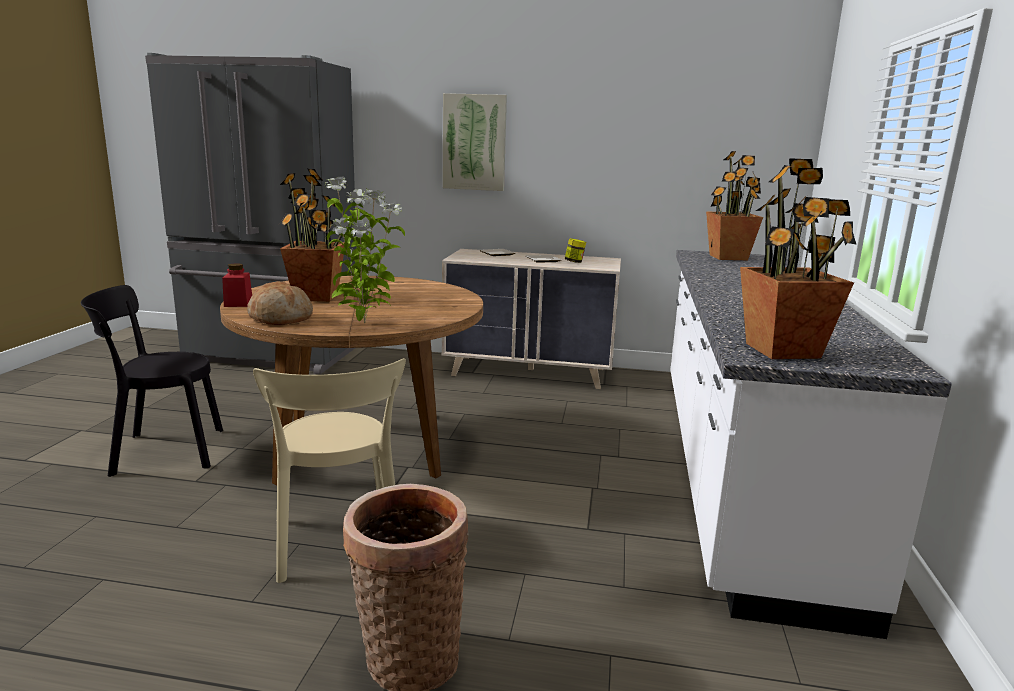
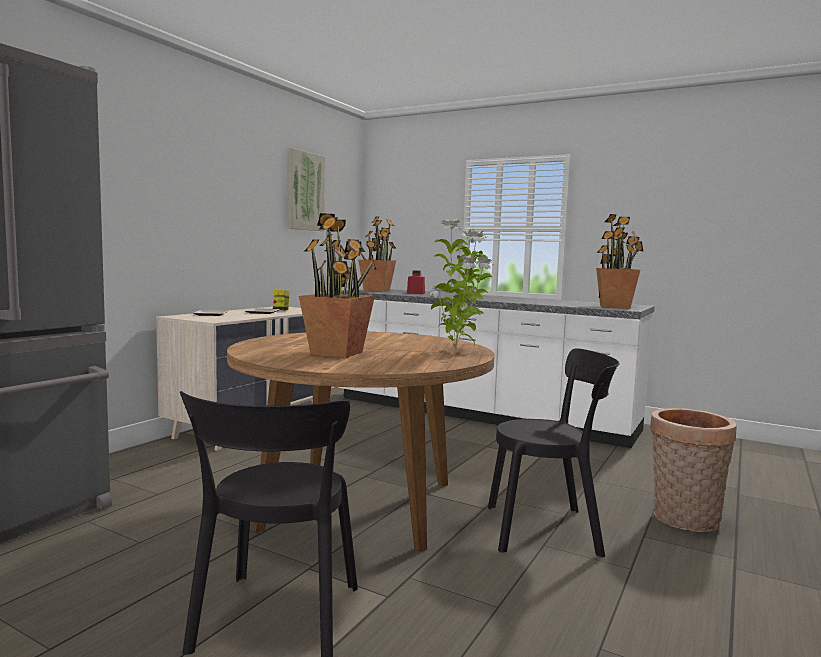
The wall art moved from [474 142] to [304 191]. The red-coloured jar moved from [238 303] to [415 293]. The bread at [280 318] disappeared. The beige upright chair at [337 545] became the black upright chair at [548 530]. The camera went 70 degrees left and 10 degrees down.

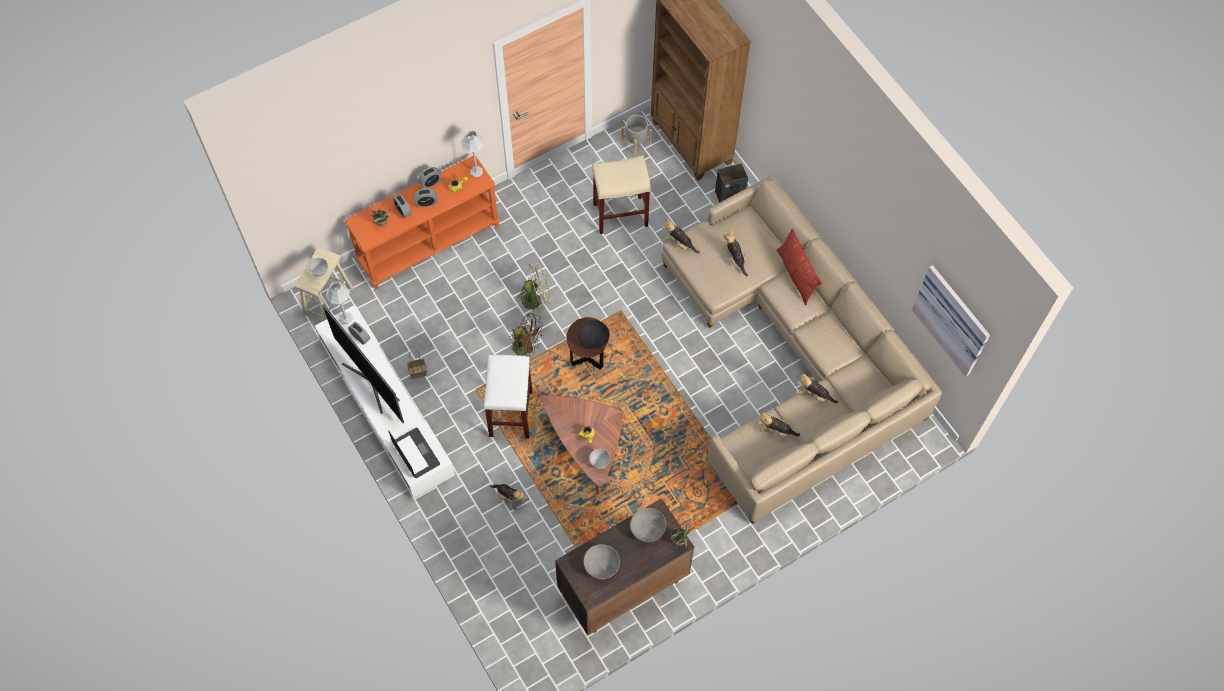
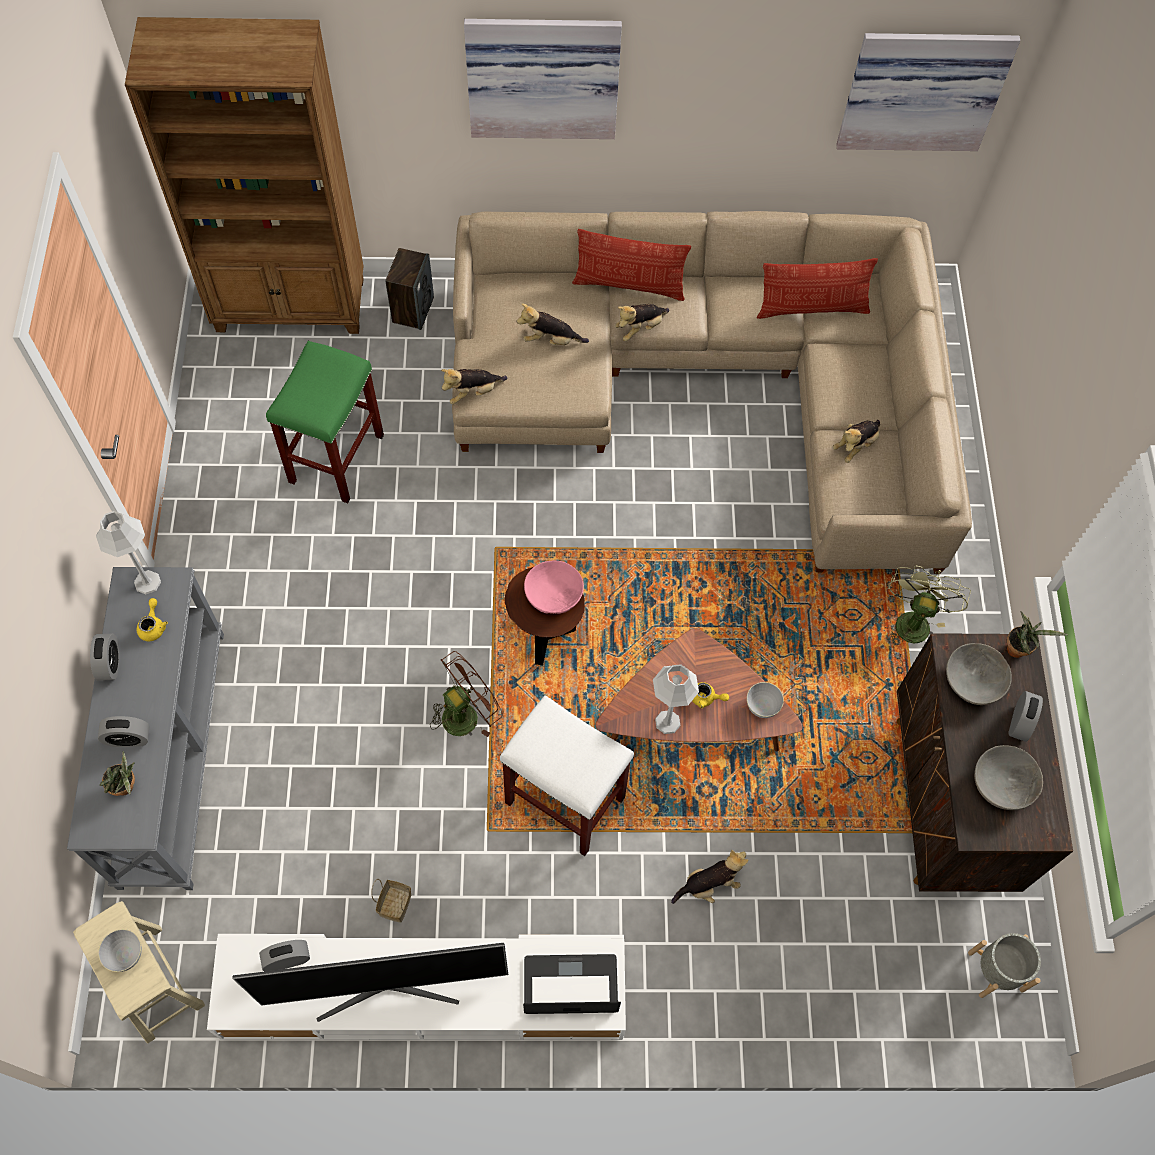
The gray plant pot moved from [636 142] to [996 971]. The orange console table at [428 242] became the gray console table at [171 755]. The beige stool at [621 214] became the green-coloured stool at [336 457]. The bedside clock moved from [426 203] to [1019 722]. The green-coloured fan moved from [535 299] to [912 620]. The gray tabletop lamp moved from [346 318] to [667 721]. The black deep dish at [593 339] became the pink deep dish at [554 594]. The plush toy moved from [815 395] to [640 328]. The wall art at [543 75] appeared. The pillow at [812 308] appeared. The camera went 60 degrees left and 0 degrees up.

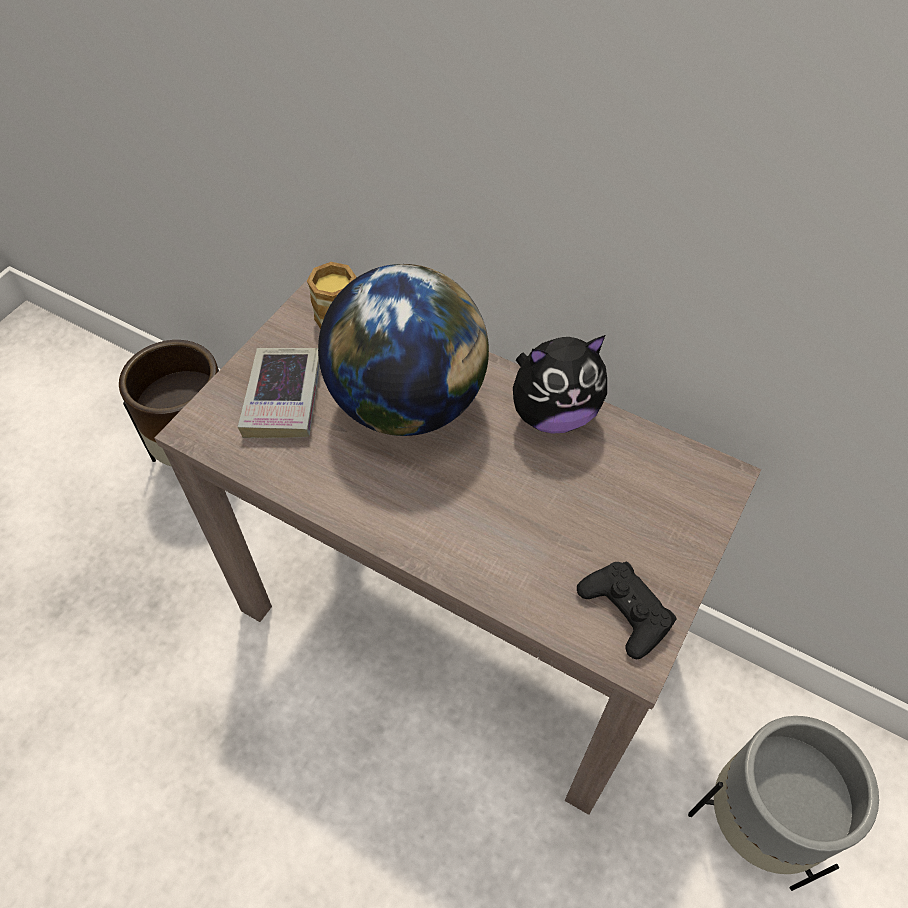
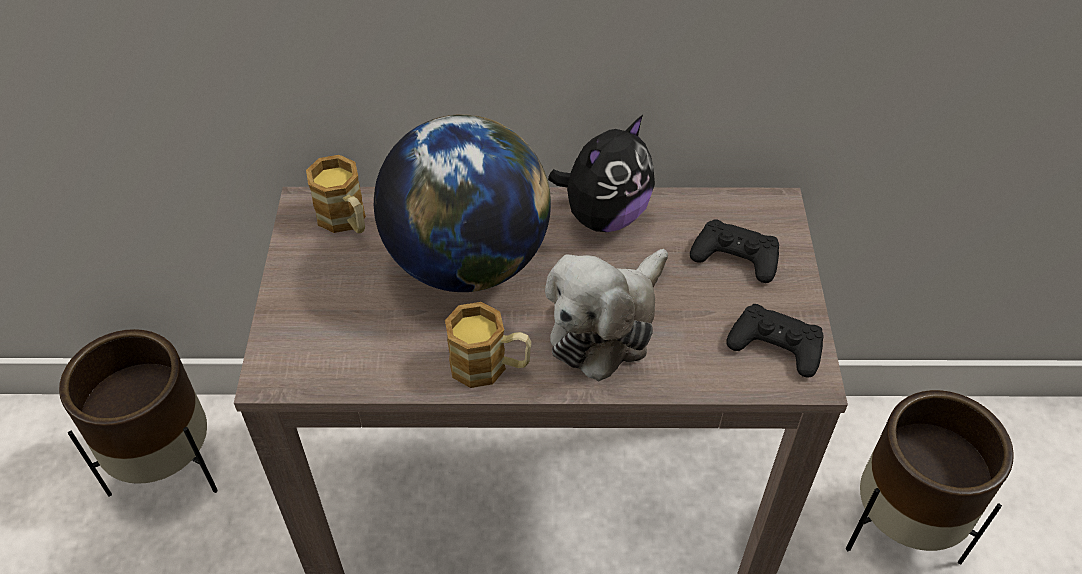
The book at [284 398] disappeared. The gray plant pot at [754 825] became the brown-coloured plant pot at [901 528]. The black gamepad at [735 257] appeared. The plush toy at [606 325] appeared. The tea mug at [490 366] appeared. The camera went 30 degrees left and 5 degrees down.

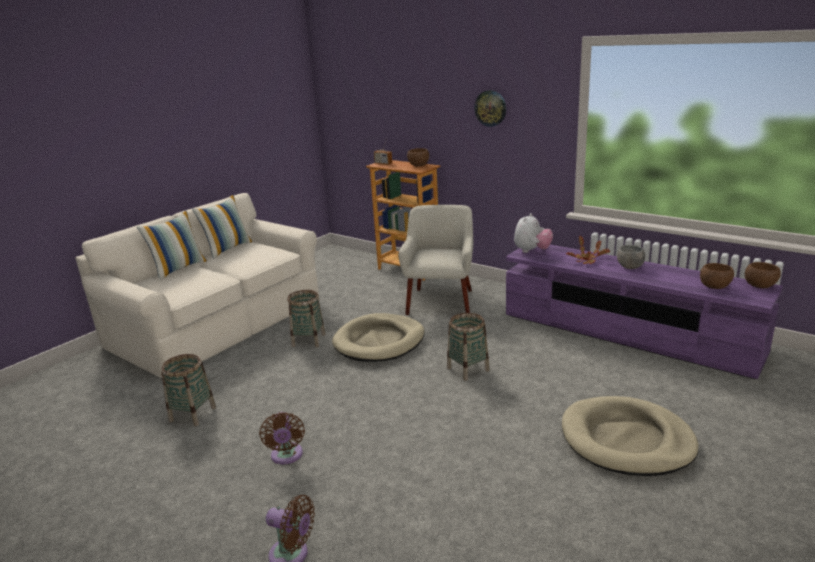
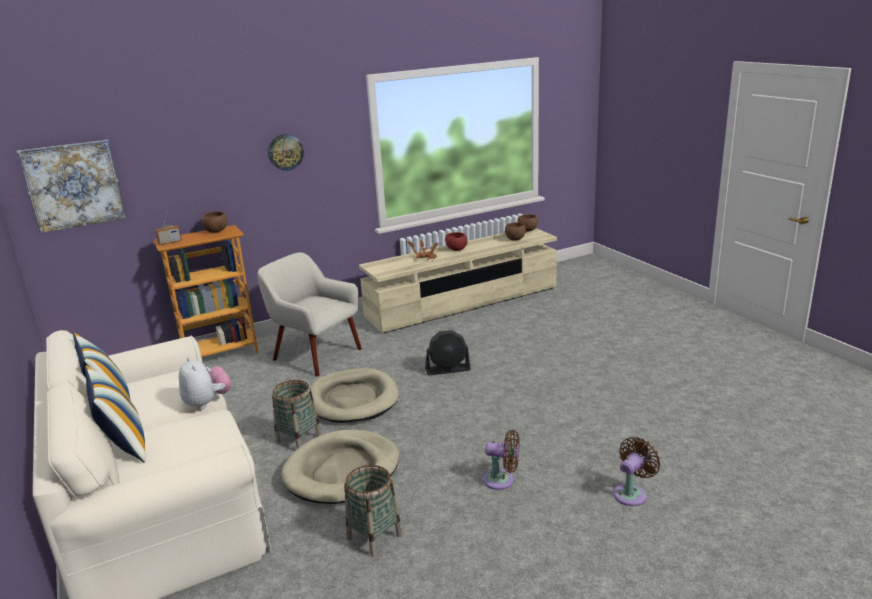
The plush toy moved from [532 251] to [207 403]. The purple tv unit at [626 333] became the beige tv unit at [463 302]. The gray deep dish at [630 267] became the red-coloured deep dish at [457 249]. The basket at [468 369] was replaced by the black fan at [448 369]. The beige dog bed moved from [626 440] to [342 471]. The wall art at [73 185] appeared. The camera went 65 degrees left and 0 degrees up.

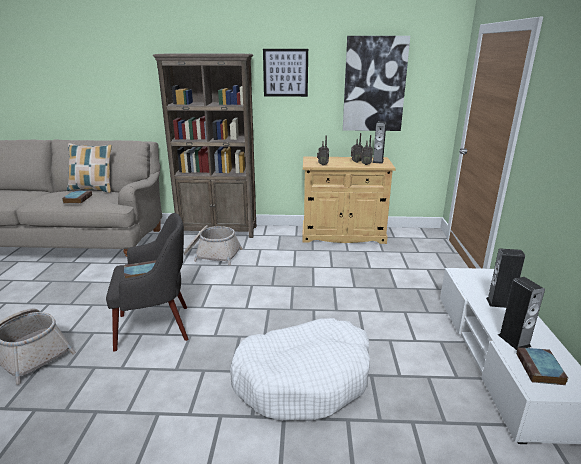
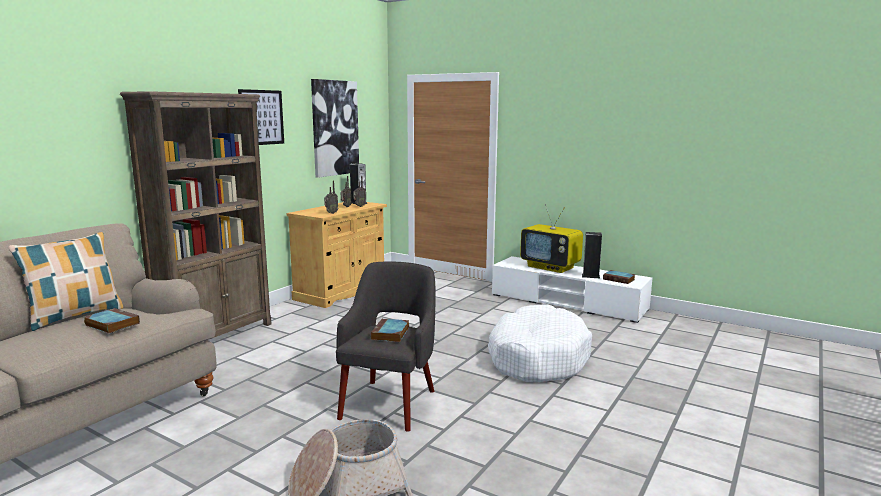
The basket at [212 254] disappeared. The speaker at [499 303] was replaced by the television at [551 267]. The camera went 60 degrees left and 10 degrees down.

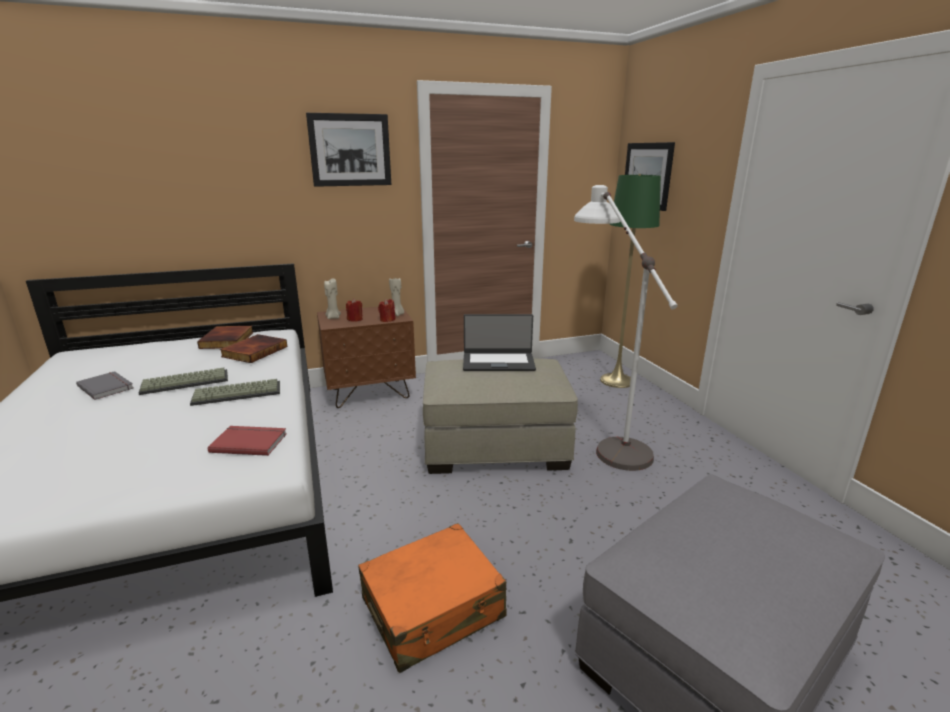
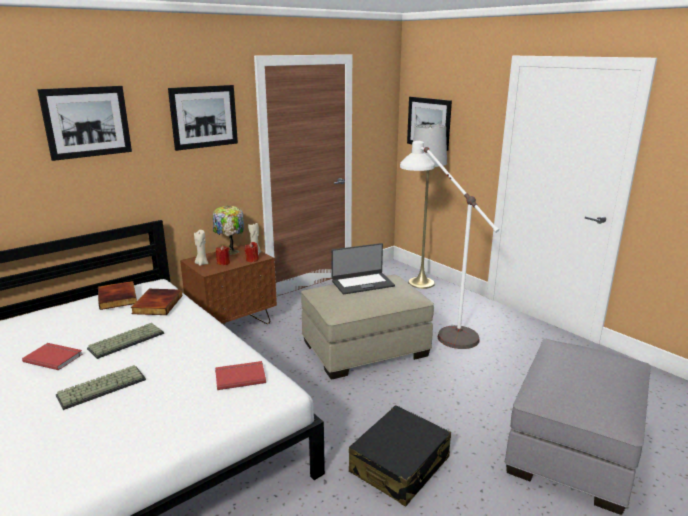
The green-coloured floor lamp at [617 381] became the gray floor lamp at [421 283]. The gray book at [107 386] became the red-coloured book at [54 357]. The keyboard moved from [238 393] to [102 387]. The orange piece of luggage at [433 609] became the black piece of luggage at [400 465]. The wall art at [87 122] appeared. The tabletop lamp at [231 252] appeared. The camera went 20 degrees left and 0 degrees up.

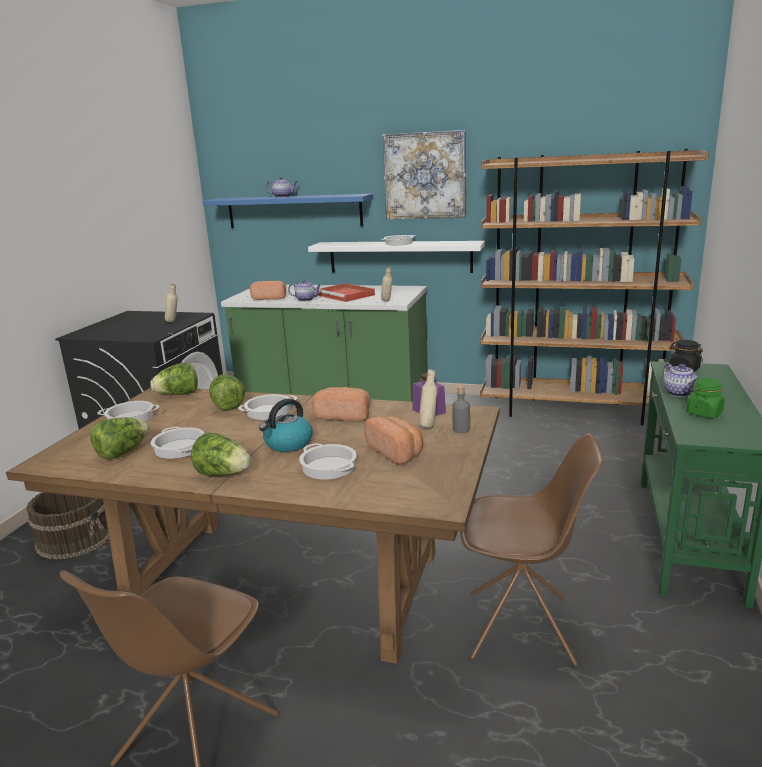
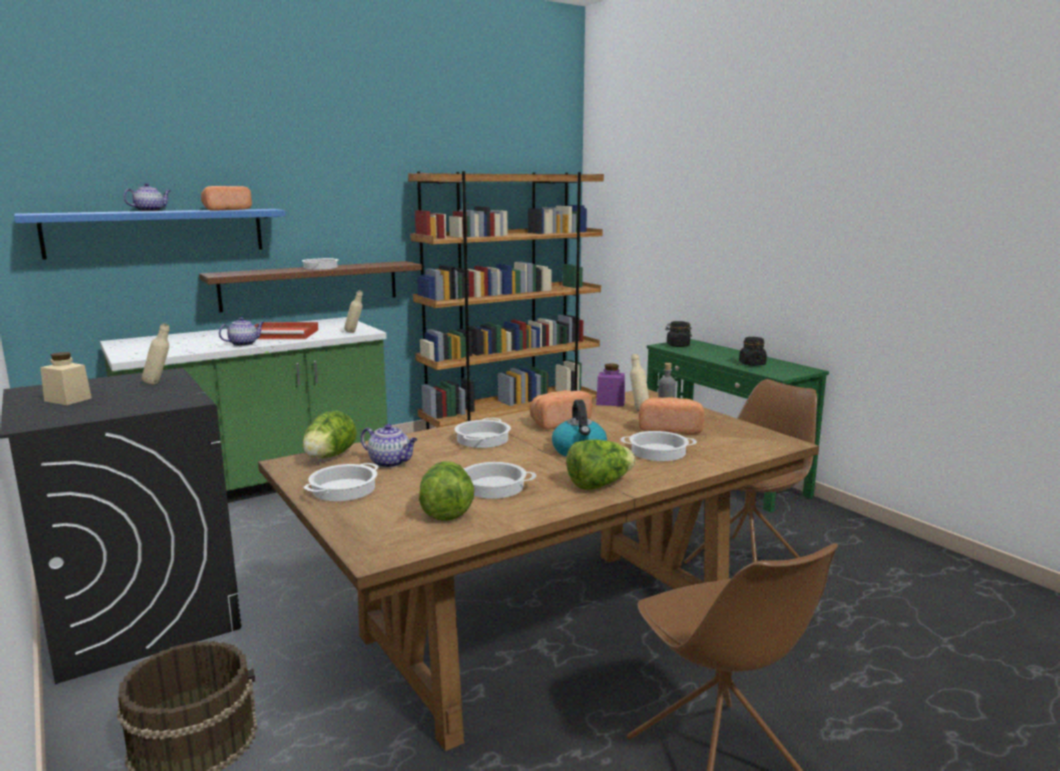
The wall art at [425 176] disappeared. The white shelf at [399 257] became the brown-coloured shelf at [311 285]. The bread moved from [270 298] to [225 210]. The tea pot moved from [679 393] to [391 463]. The head of lettuce at [227 405] disappeared. The green-coloured jar at [704 413] became the black jar at [752 364]. The beige jar at [68 399] appeared. The camera went 50 degrees left and 5 degrees down.

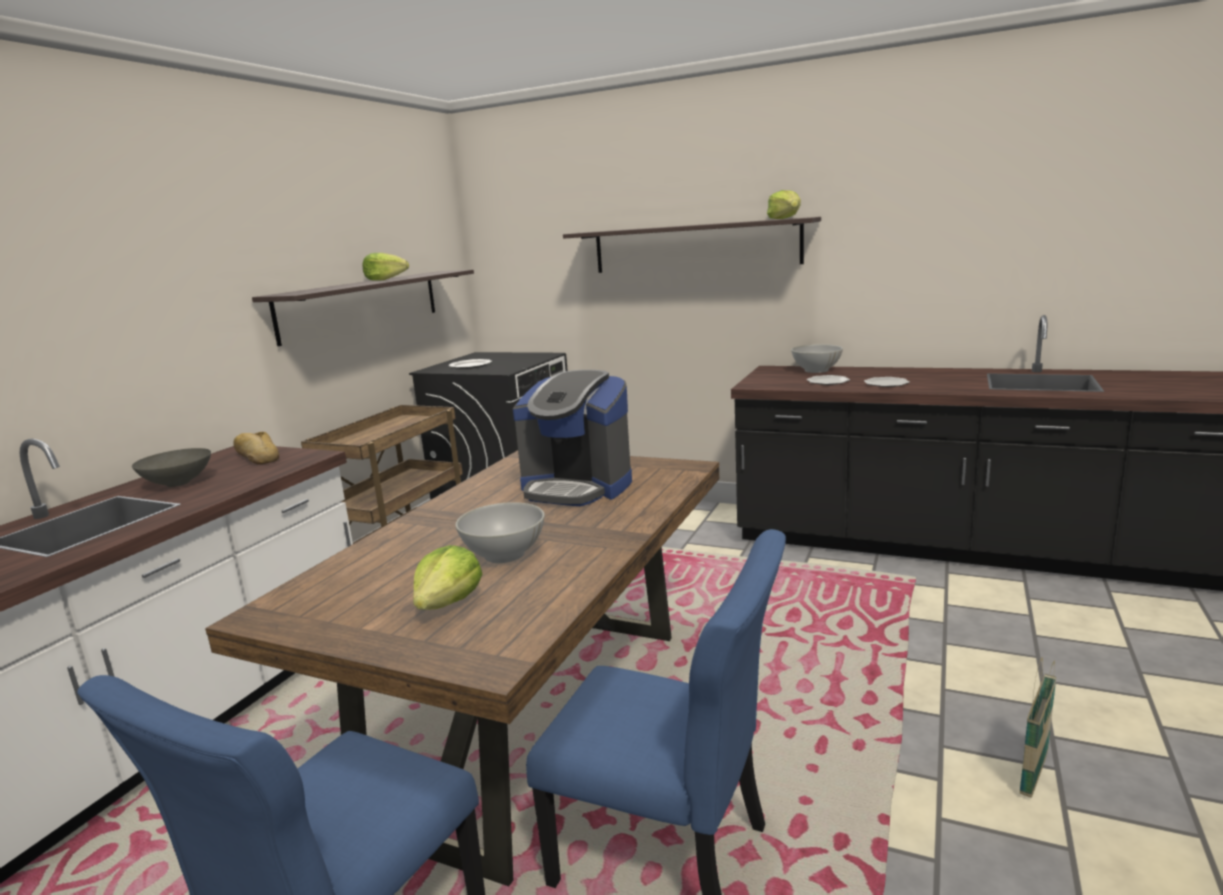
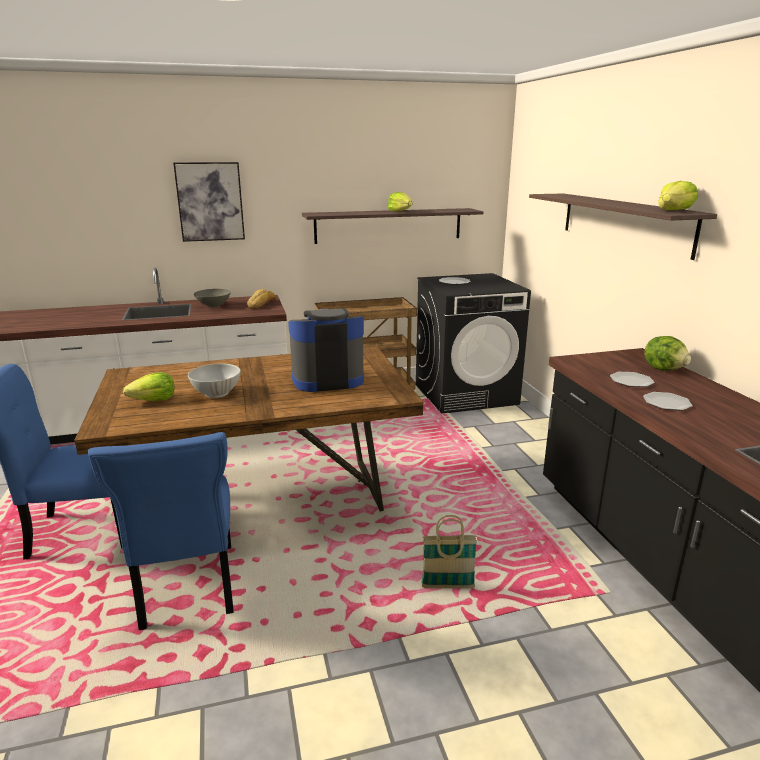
The white deep dish at [816 370] was replaced by the head of lettuce at [664 369]. The coffee maker at [576 487] turned 90 degrees clockwise. The basket moved from [1033 774] to [447 586]. The wall art at [210 202] appeared. The camera went 50 degrees right and 5 degrees up.

